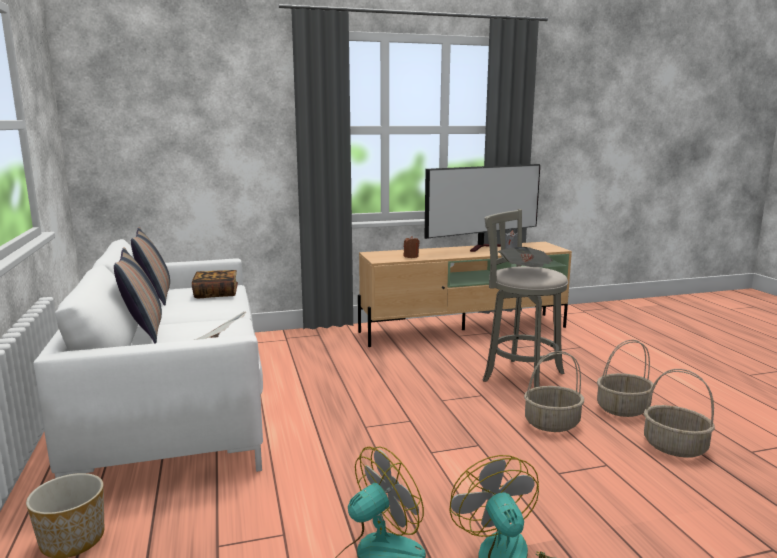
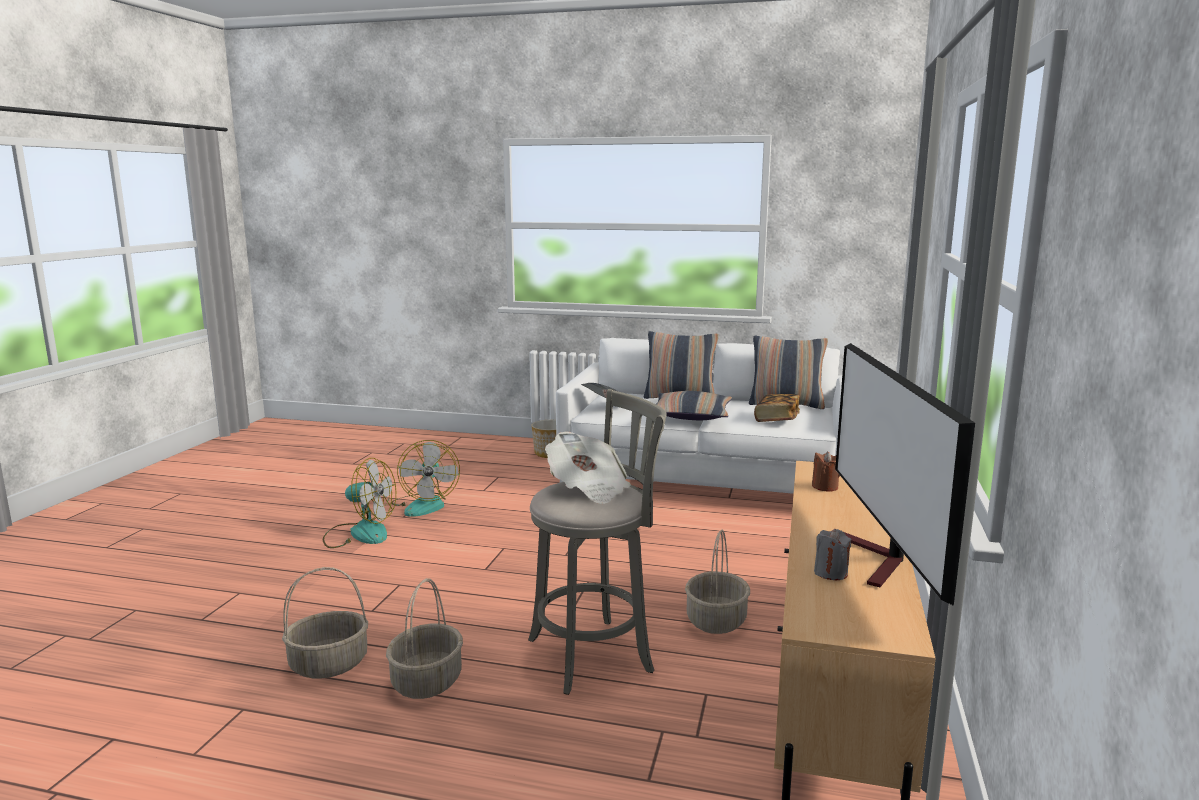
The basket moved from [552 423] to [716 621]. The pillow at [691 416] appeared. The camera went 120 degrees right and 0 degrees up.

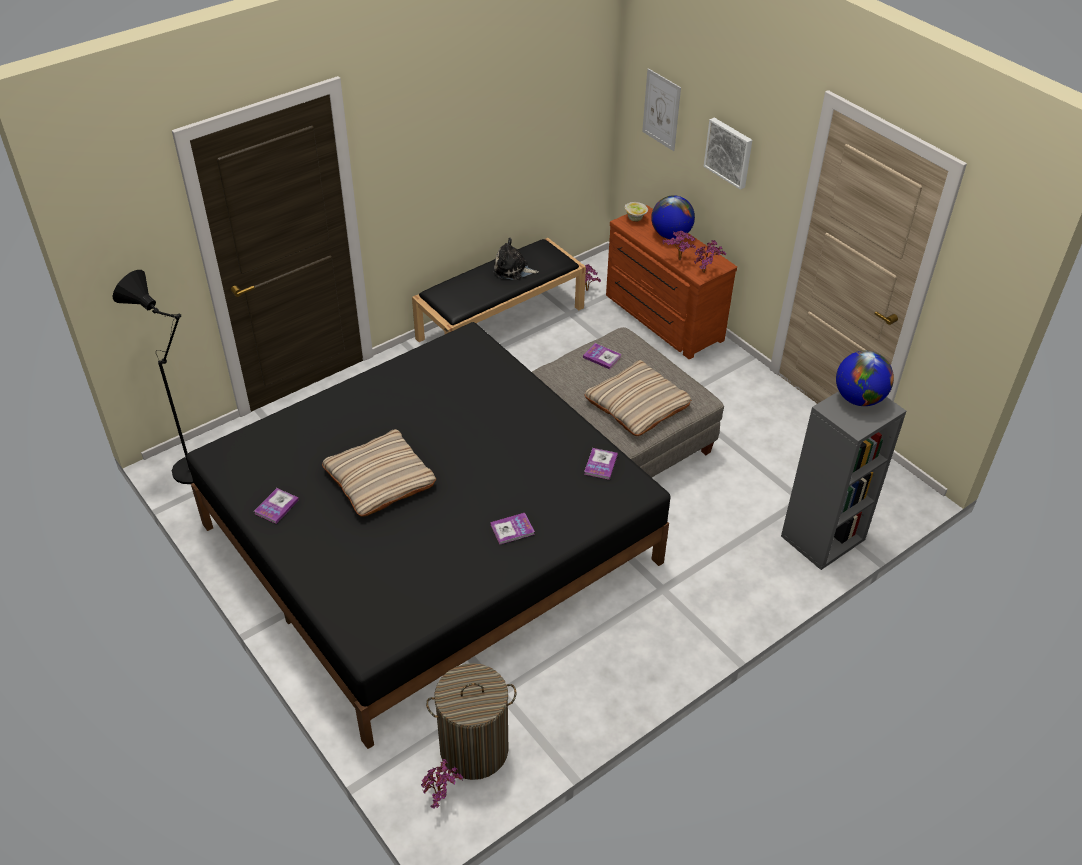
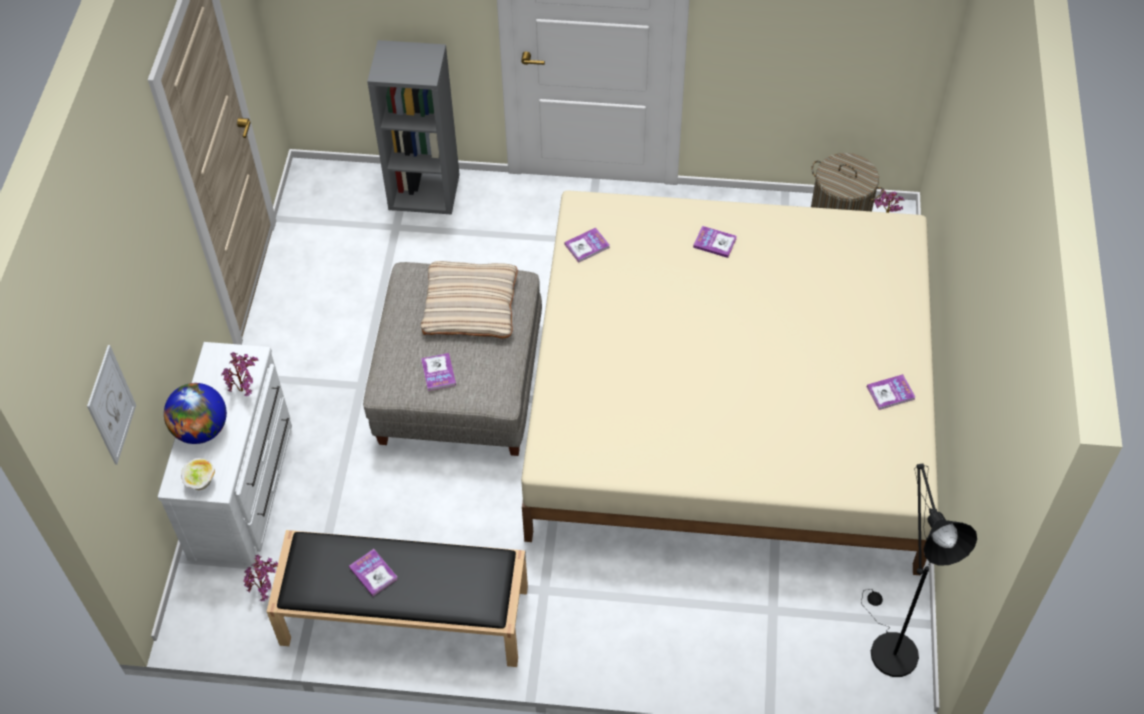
The wall art at [729 152] disappeared. The brown-coloured chest of drawers at [661 318] became the white chest of drawers at [245 487]. The plush toy at [513 270] was replaced by the book at [373 573]. The plant in a pot at [706 273] disappeared. The black bed at [430 542] became the beige bed at [728 405]. The desk globe at [859 398] disappeared. The beige pillow at [379 479] disappeared. The camera went 135 degrees left and 10 degrees up.

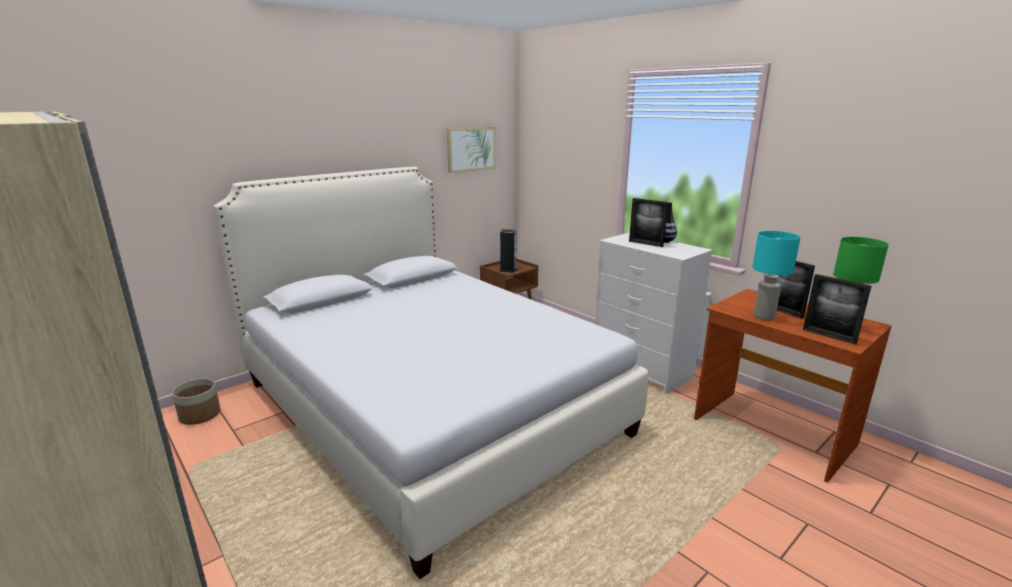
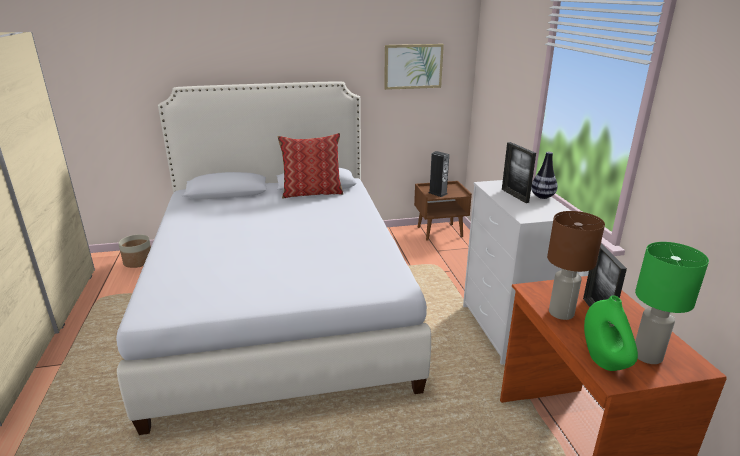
The turquoise tabletop lamp at [764 317] became the brown-coloured tabletop lamp at [562 313]. The photo frame at [829 336] was replaced by the green-coloured decorative vase at [604 360]. The pillow at [312 193] appeared. The camera went 30 degrees right and 5 degrees up.

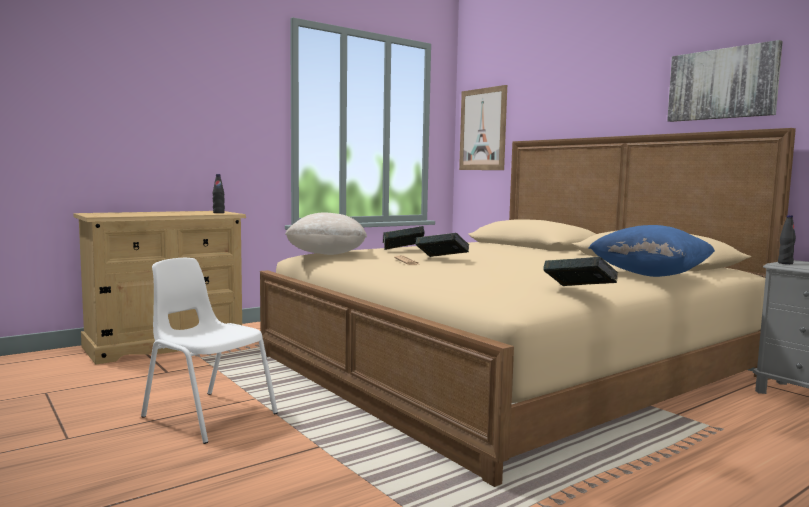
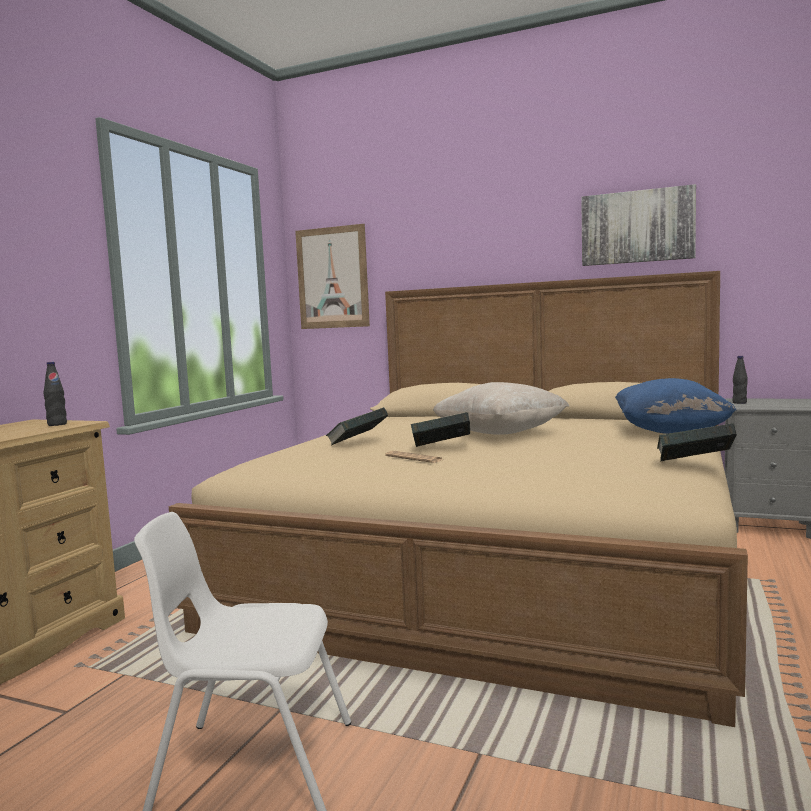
The beige pillow moved from [326 254] to [500 434]. The camera went 30 degrees left and 0 degrees up.

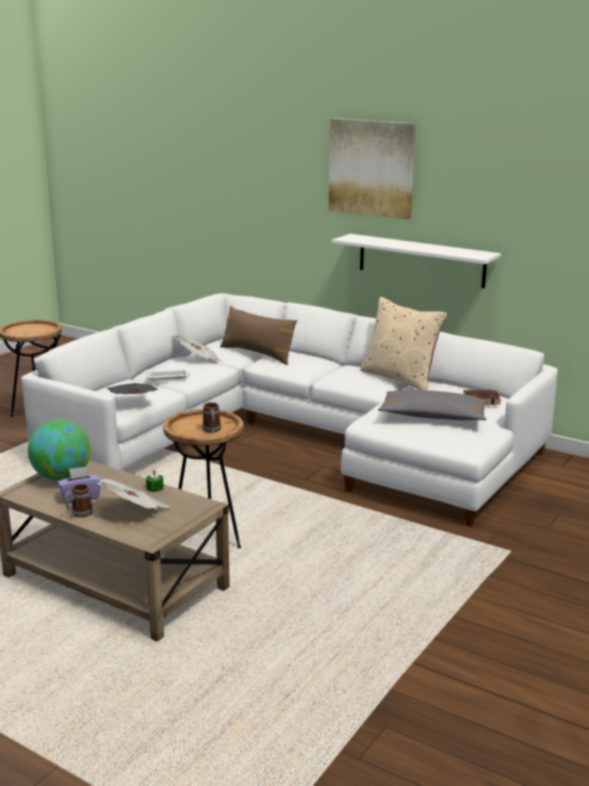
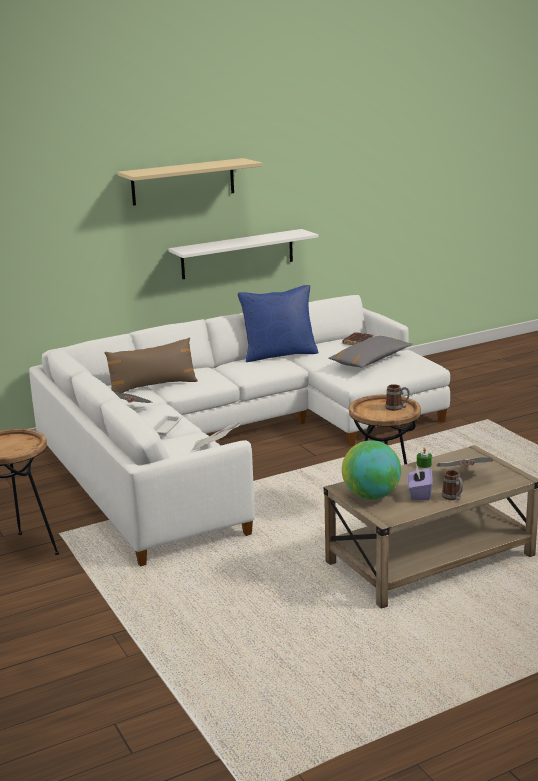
The wall art at [371 168] was replaced by the beige shelf at [183 181]. The beige pillow at [400 378] became the blue pillow at [279 354]. The camera went 60 degrees left and 0 degrees up.

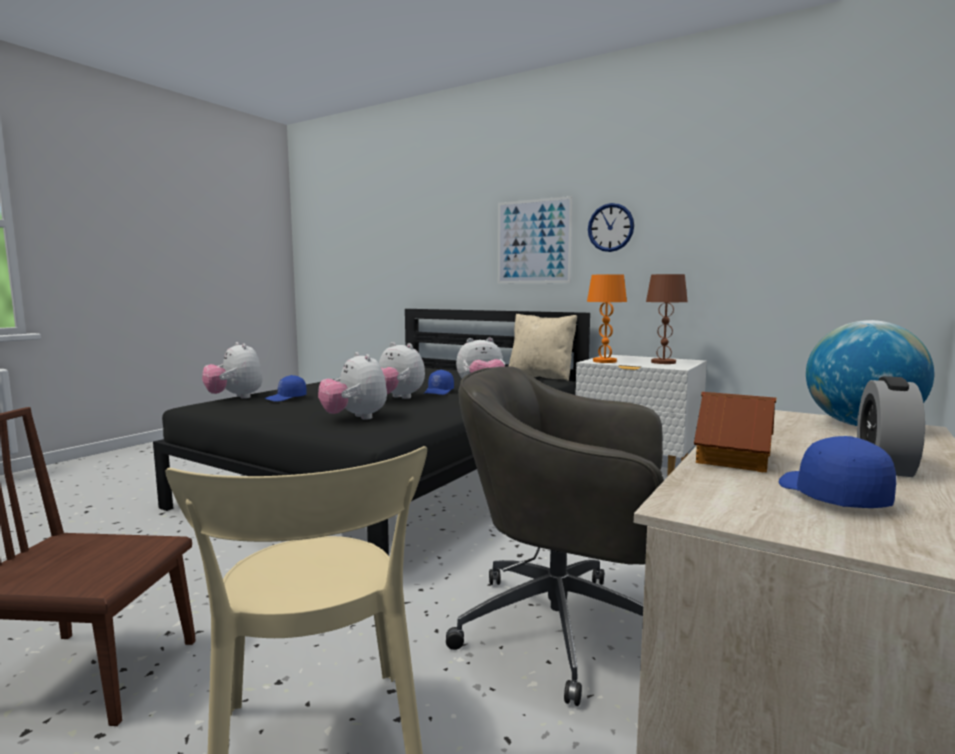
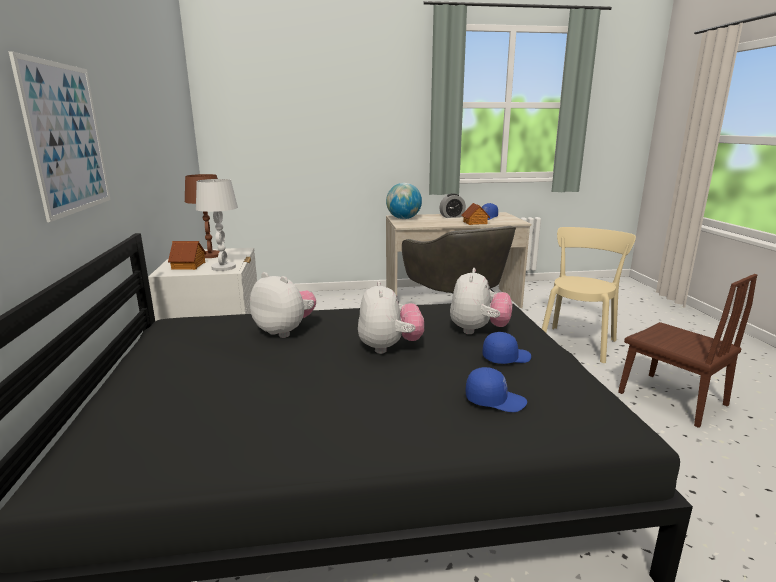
The clock on the wall at [610 227] disappeared. The orange tabletop lamp at [605 361] became the white tabletop lamp at [223 267]. The beige pillow at [541 377] disappeared. The plush toy at [235 397] disappeared. The blue baseball cap moved from [439 392] to [506 357]. The model house at [189 265] appeared. The camera went 130 degrees left and 10 degrees up.

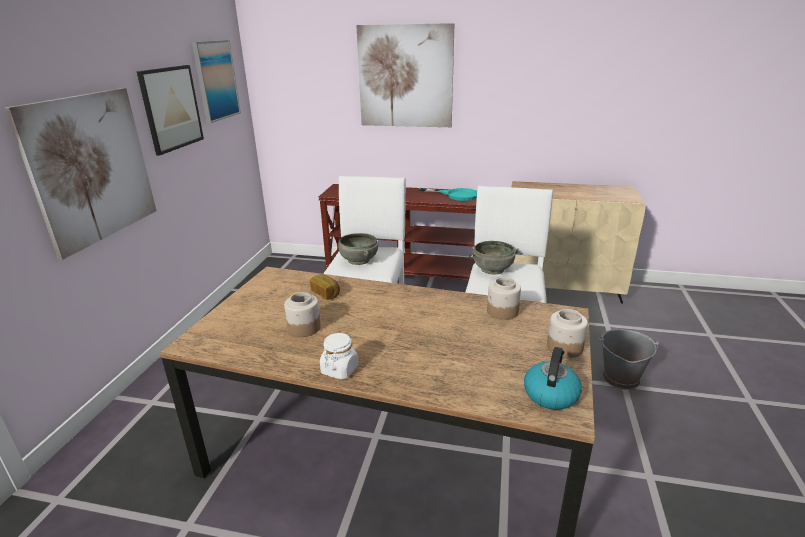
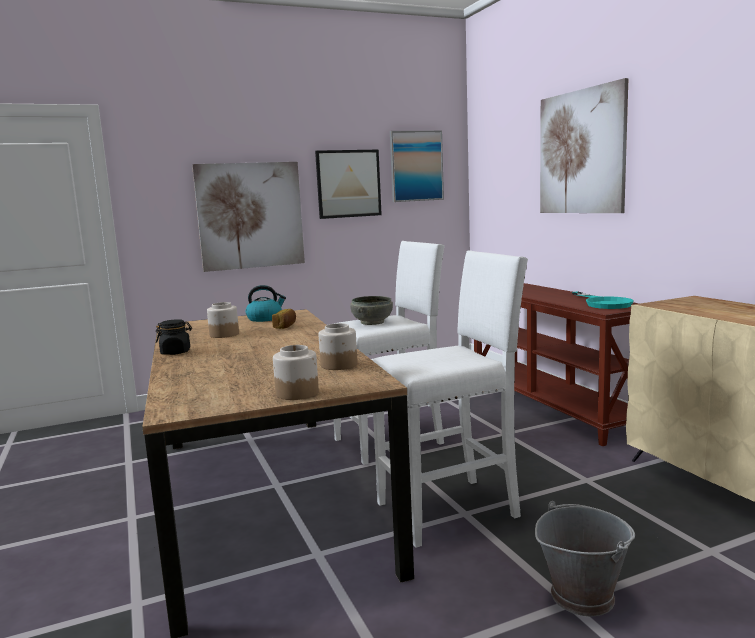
The gray deep dish at [492 269] disappeared. The white jar at [340 369] became the black jar at [176 352]. The kettle moved from [550 394] to [265 318]. The camera went 55 degrees right and 15 degrees down.

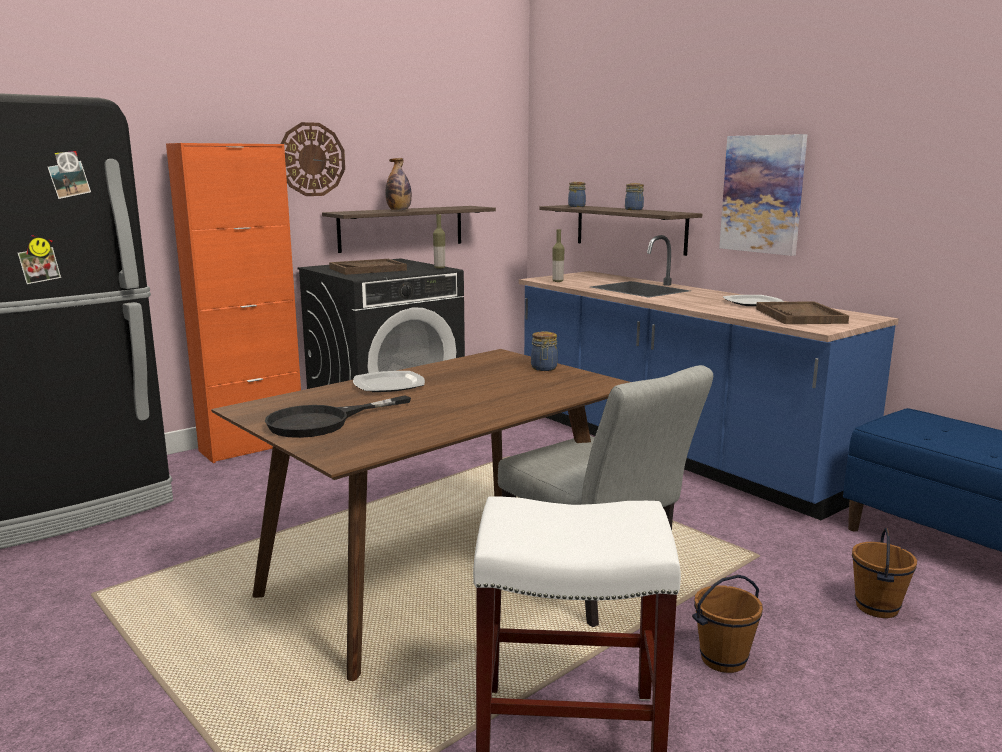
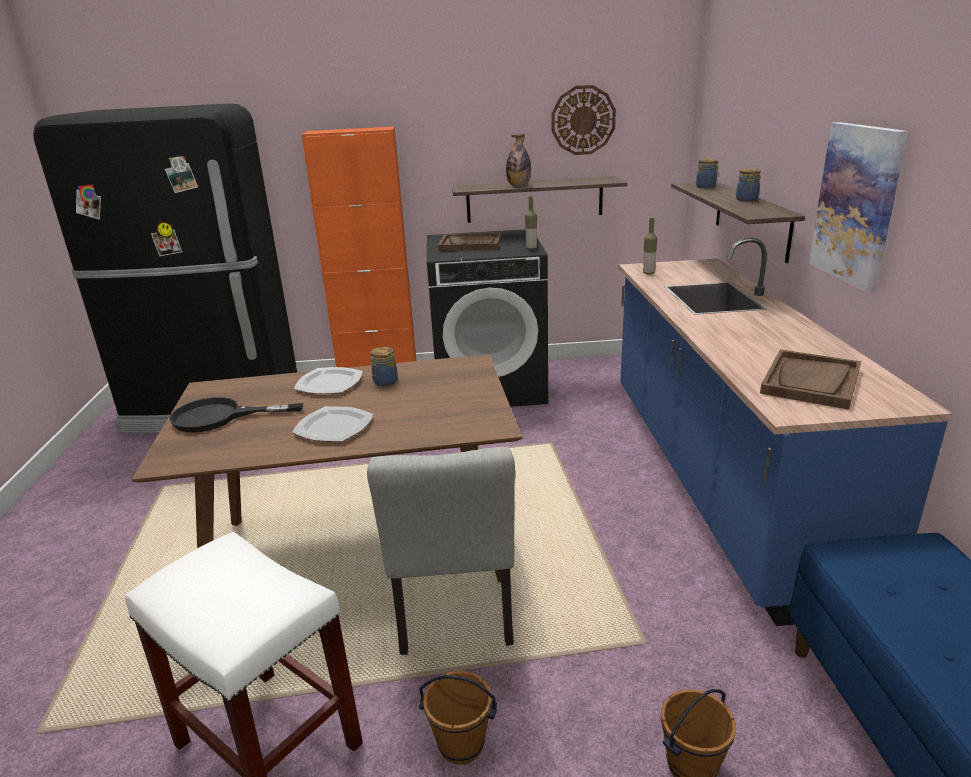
The clock on the wall moved from [311 159] to [583 120]. The flat dish moved from [752 302] to [333 426]. The jar moved from [544 368] to [384 382]. The camera went 35 degrees right and 10 degrees up.

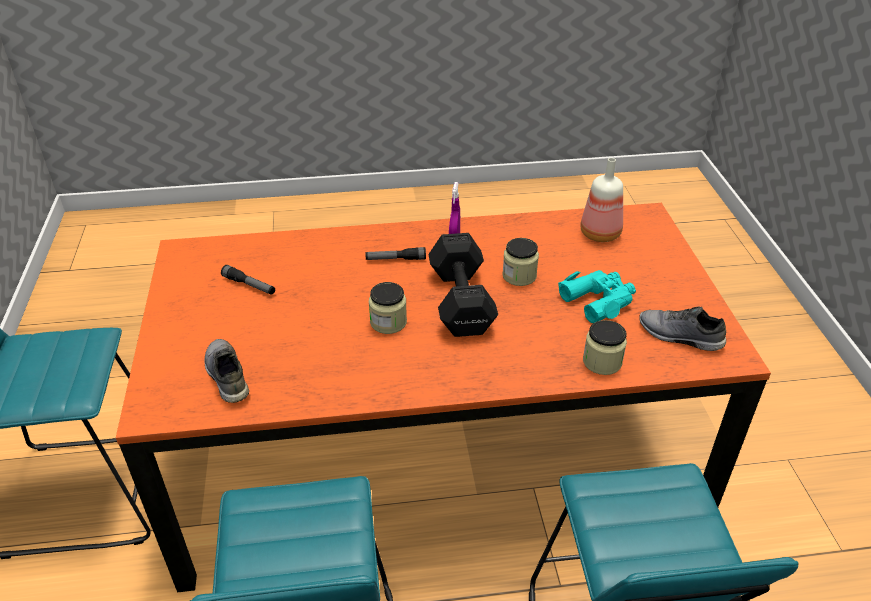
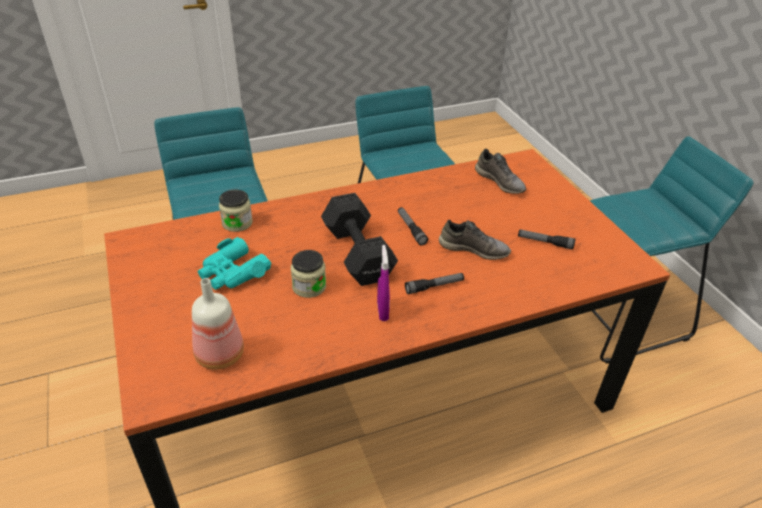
The jar at [388 322] was replaced by the hand torch at [411 229]. The gray low shoe moved from [679 336] to [474 249]. The camera went 165 degrees right and 0 degrees up.

